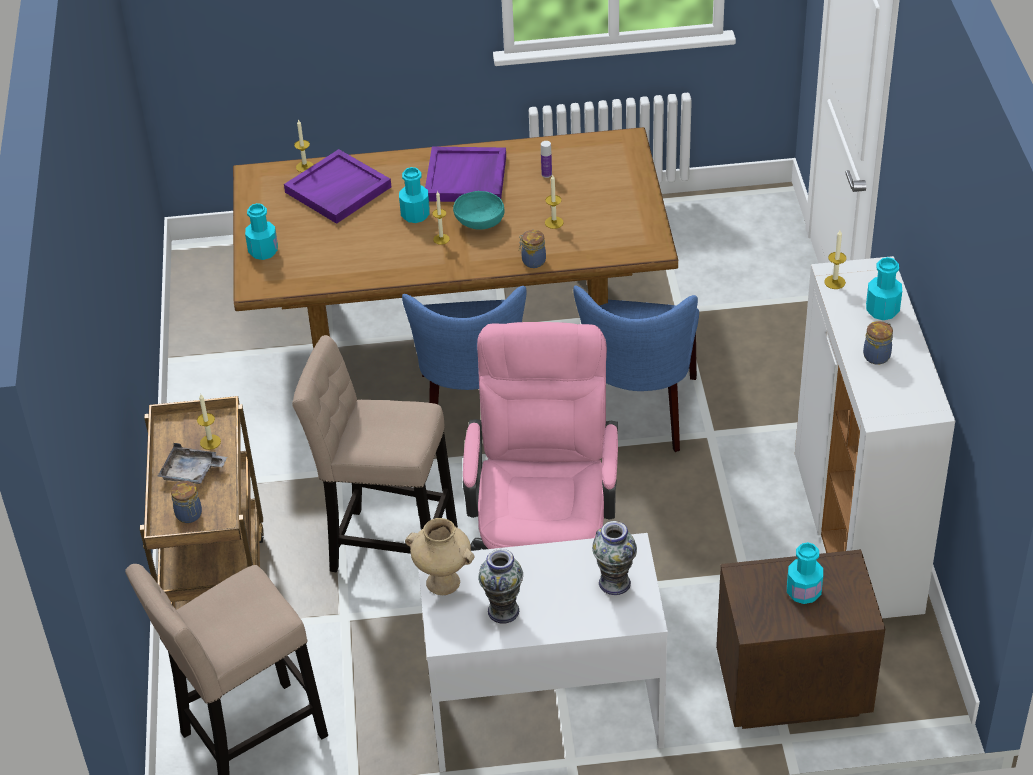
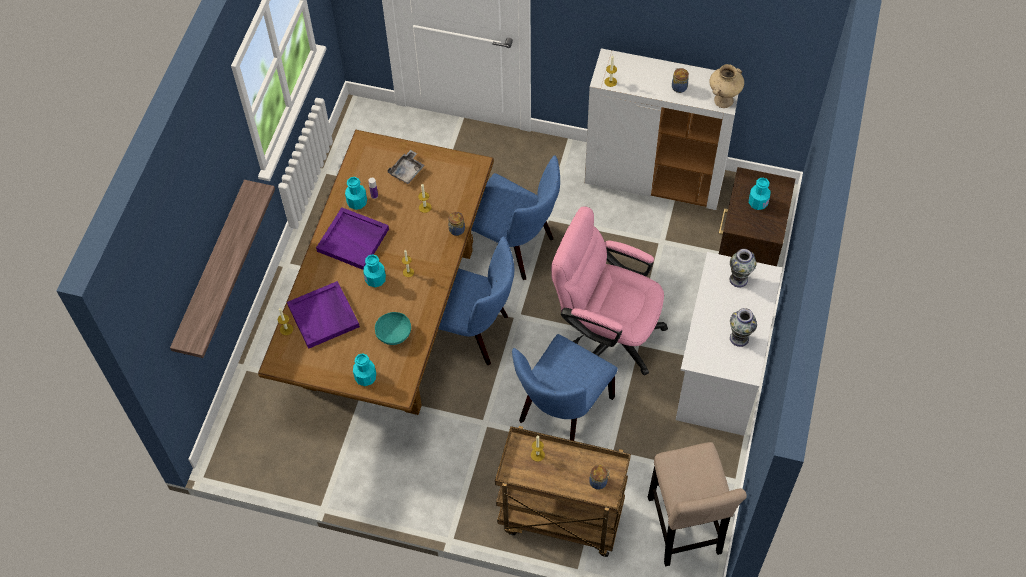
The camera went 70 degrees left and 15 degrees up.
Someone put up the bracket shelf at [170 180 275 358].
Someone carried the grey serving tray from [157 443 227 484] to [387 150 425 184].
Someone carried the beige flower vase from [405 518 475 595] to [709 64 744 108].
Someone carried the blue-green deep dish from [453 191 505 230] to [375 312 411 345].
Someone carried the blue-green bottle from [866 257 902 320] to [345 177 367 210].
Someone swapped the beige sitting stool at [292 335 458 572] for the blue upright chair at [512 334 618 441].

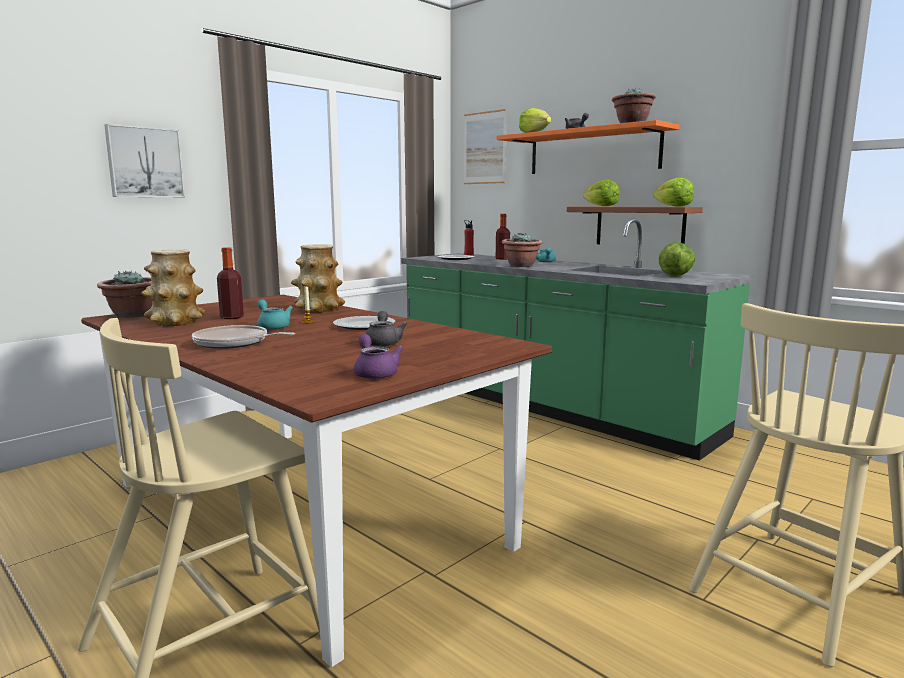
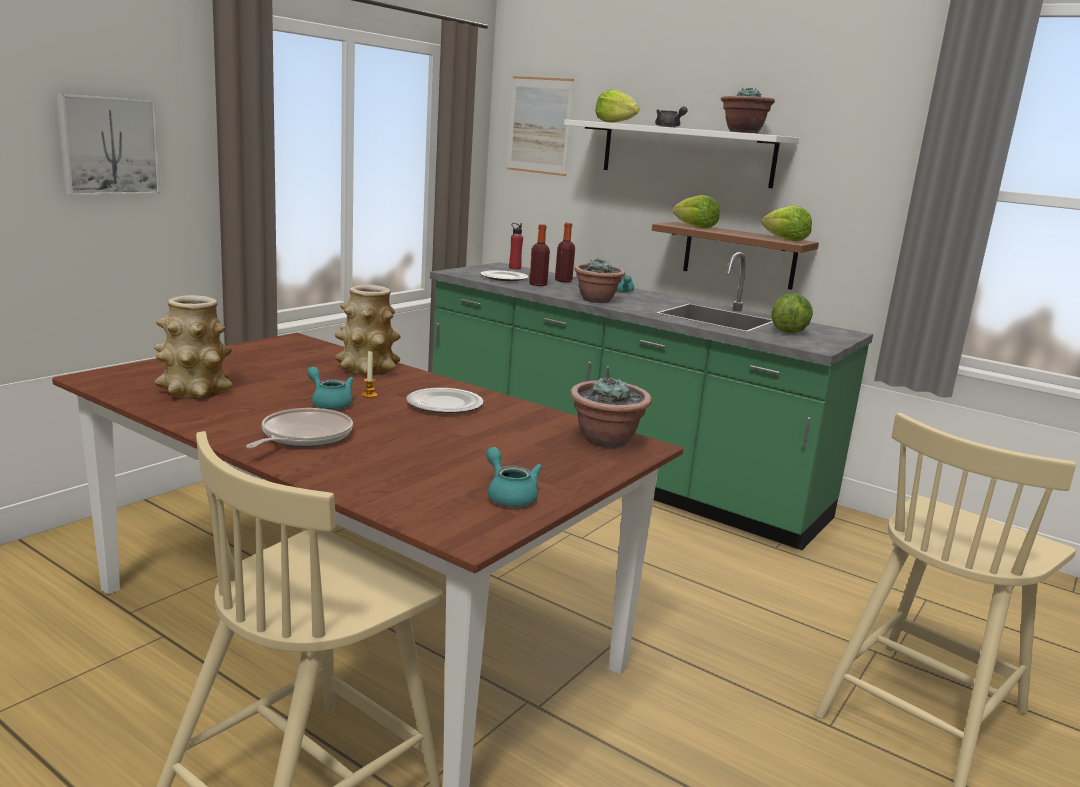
The camera went 10 degrees left and 5 degrees up.
Someone took away the grey teapot at [365 311 407 347].
Someone carried the plant in a pot from [97 270 152 318] to [570 376 652 448].
Someone carried the bottle from [217 247 244 319] to [529 224 550 286].
Someone repainted the purple teapot at [354 334 403 379], which became the blue-green teapot at [486 447 542 507].
Someone repainted the orange-coloured bracket shelf at [497 120 680 174], which became the white-coloured bracket shelf at [564 119 799 188].
Someone rotated the skillet at [192 325 295 349] by 105 degrees clockwise.

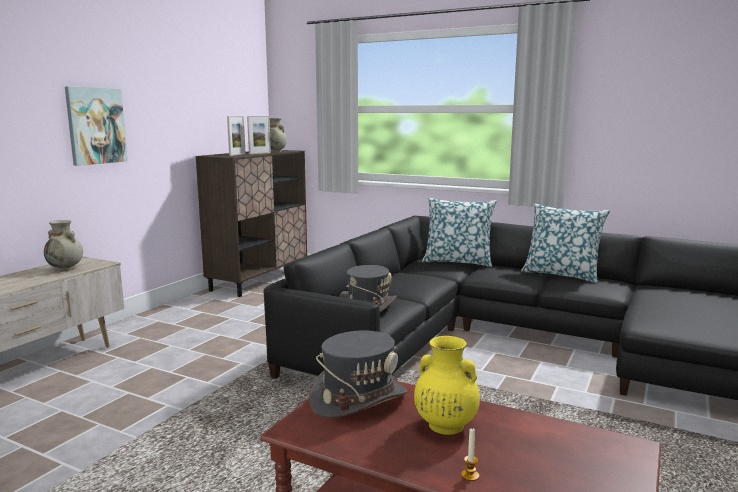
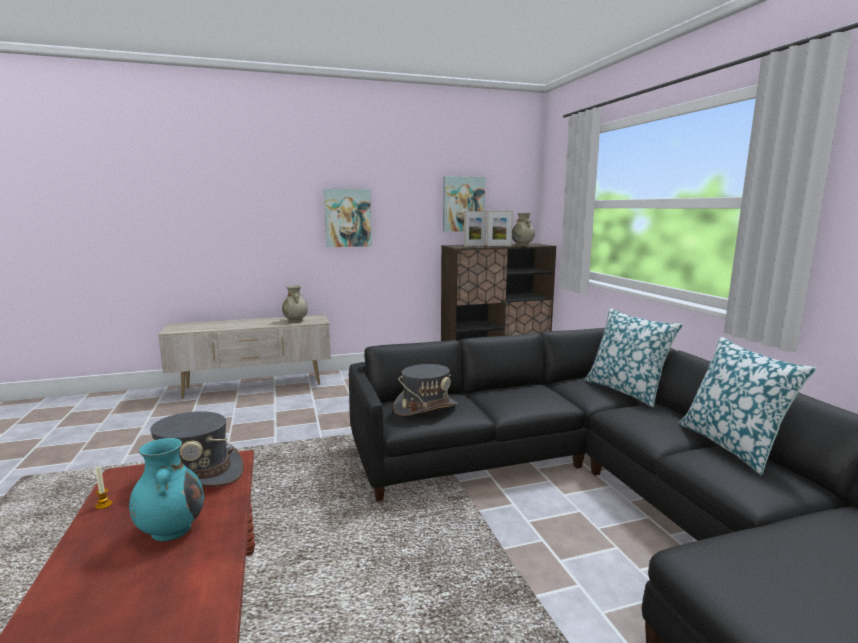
The camera went 45 degrees right and 0 degrees up.
Someone put up the wall picture at [443 176 485 232].
Someone carried the candle from [461 428 479 481] to [95 465 113 509].
Someone repainted the yellow-coloured flower vase at [414 336 480 435], which became the blue-green flower vase at [129 438 204 541].

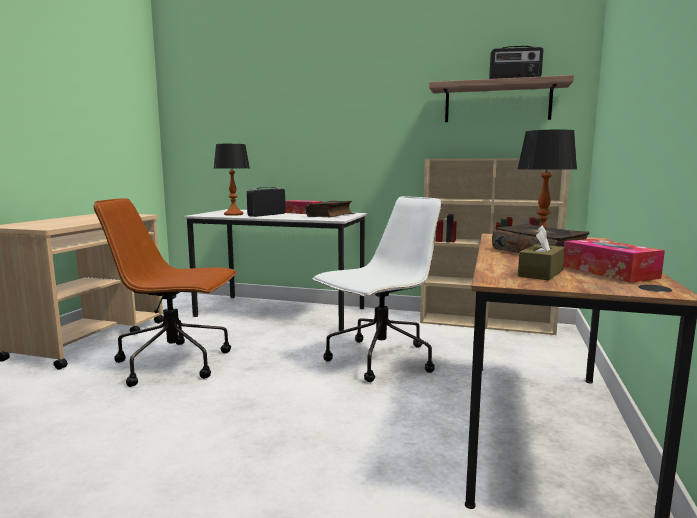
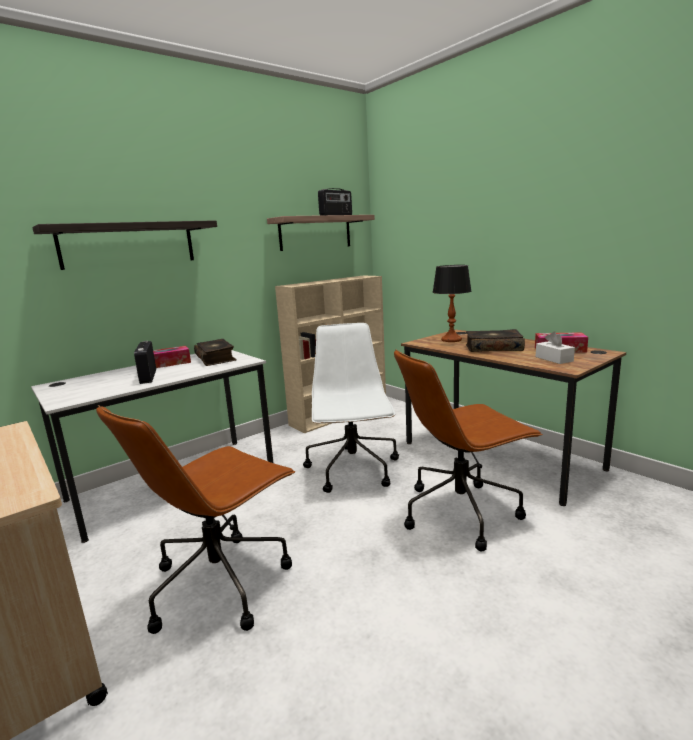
The camera went 55 degrees left and 5 degrees up.
Someone took away the lamp for a table at [214 144 250 216].
Someone put up the bracket shelf at [32 220 217 270].
Someone put down the brownish desk chair at [394 349 543 551].
Someone repainted the brownish tissue holder at [518 225 565 280], which became the white-coloured tissue holder at [536 332 575 364].

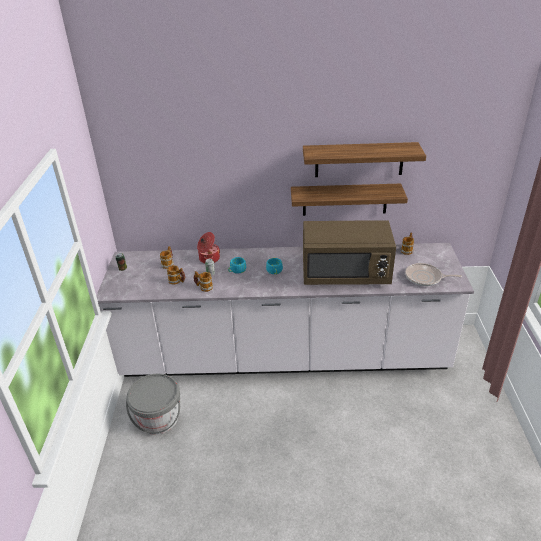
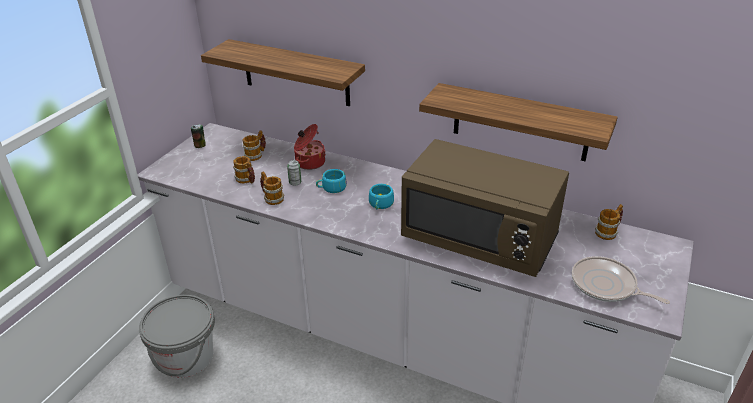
The camera went 25 degrees right and 0 degrees up.
Someone carried the bracket shelf from [303 142 426 177] to [201 39 365 106].

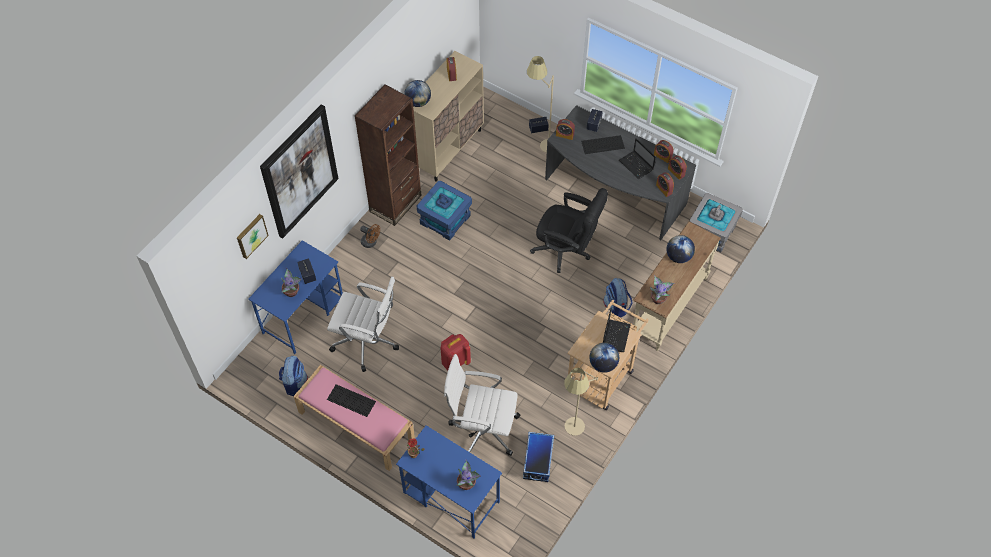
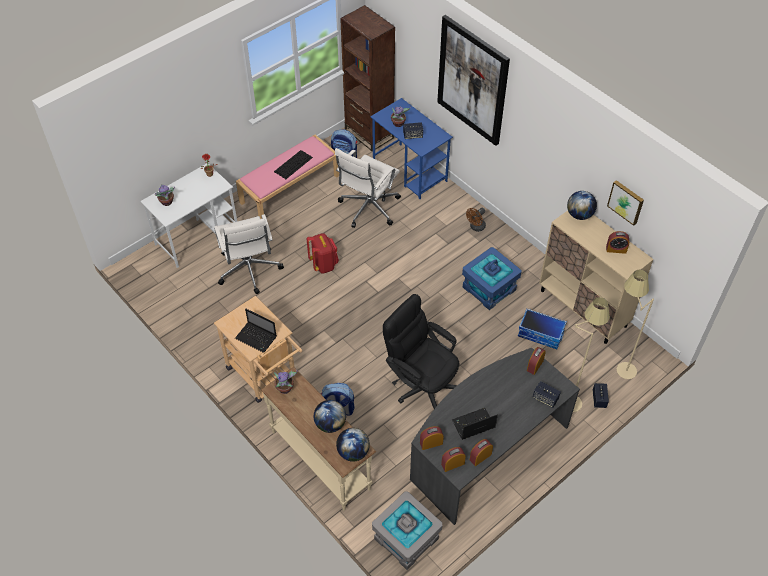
The camera went 105 degrees right and 5 degrees down.
Someone took away the keyboard at [581 135 625 154].
Someone carried the wall picture from [237 214 269 259] to [607 180 644 226].
Someone carried the brownish bookcase from [355 84 421 226] to [340 5 395 151].
Someone carried the storage bin from [523 432 554 482] to [518 308 567 349].
Someone carried the beige standing lamp from [564 368 598 436] to [616 270 654 379].
Someone carried the globe from [589 343 619 373] to [336 428 370 462].
Someone repainted the blue desk at [396 425 502 538], which became the white-coloured desk at [141 163 237 268].
Someone rotated the white-coloured desk chair at [444 354 521 456] by 135 degrees clockwise.
Someone rotated the black desk chair at [530 188 608 273] by 90 degrees clockwise.

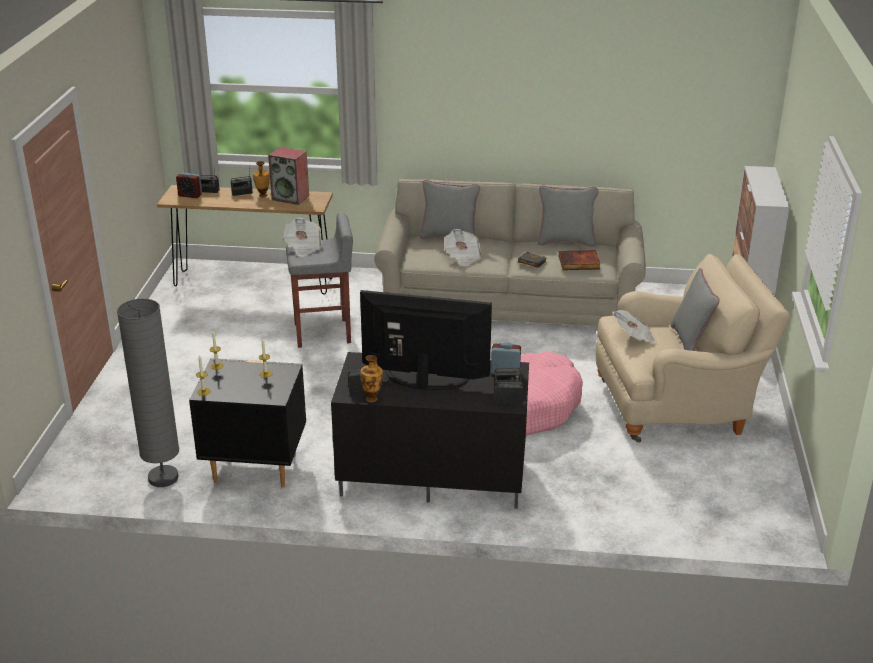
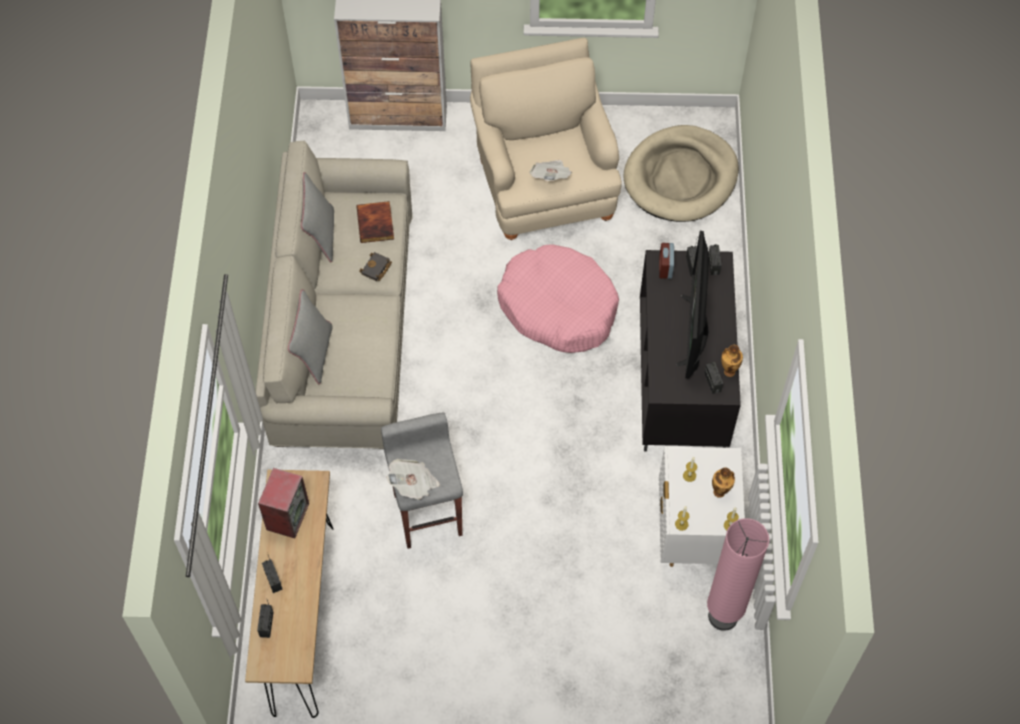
The camera went 95 degrees left and 30 degrees up.
Someone took away the table clock at [176 173 202 198].
Someone took away the printed paper at [445 229 482 267].
Someone took away the grey throw pillow at [671 268 719 351].
Someone put down the beige dog bed at [623 125 739 222].
Someone carried the flower vase from [253 161 270 197] to [712 467 735 498].
Someone repainted the grey standing lamp at [117 299 179 487], which became the pink standing lamp at [707 518 769 631].
Someone repainted the black night table at [189 358 306 488], which became the white-coloured night table at [659 447 745 567].

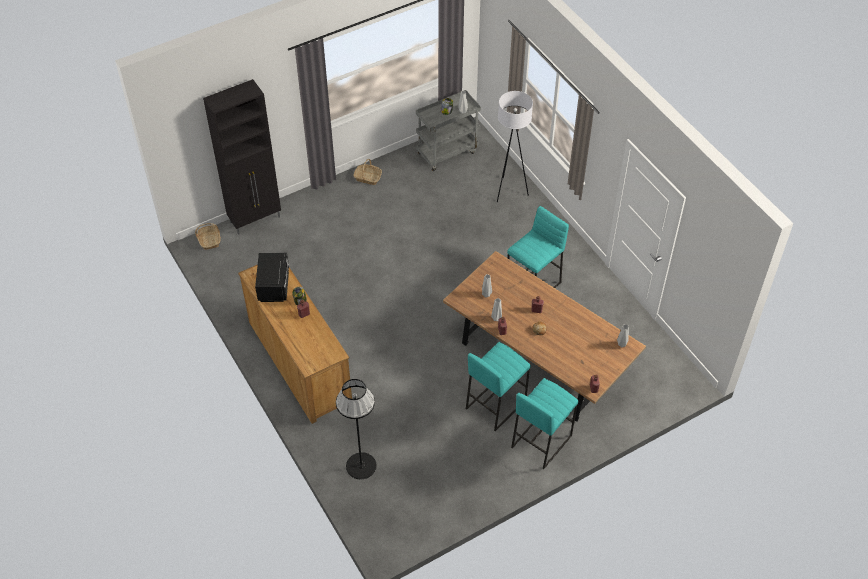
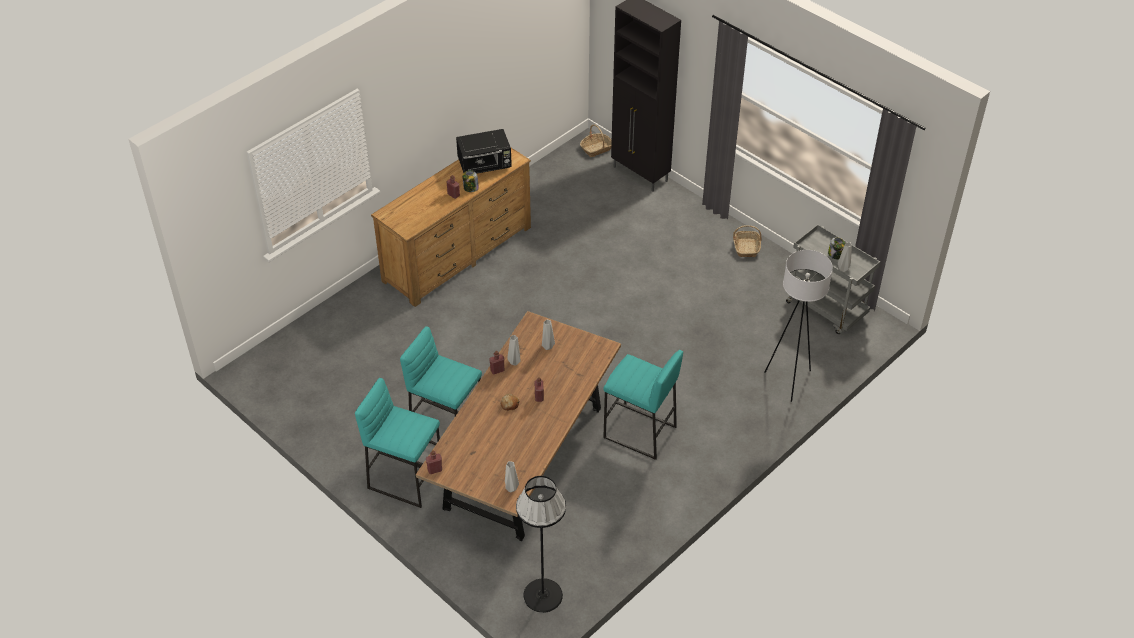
The camera went 75 degrees right and 5 degrees down.
Someone carried the black standing lamp from [336 379 377 480] to [516 476 566 613].

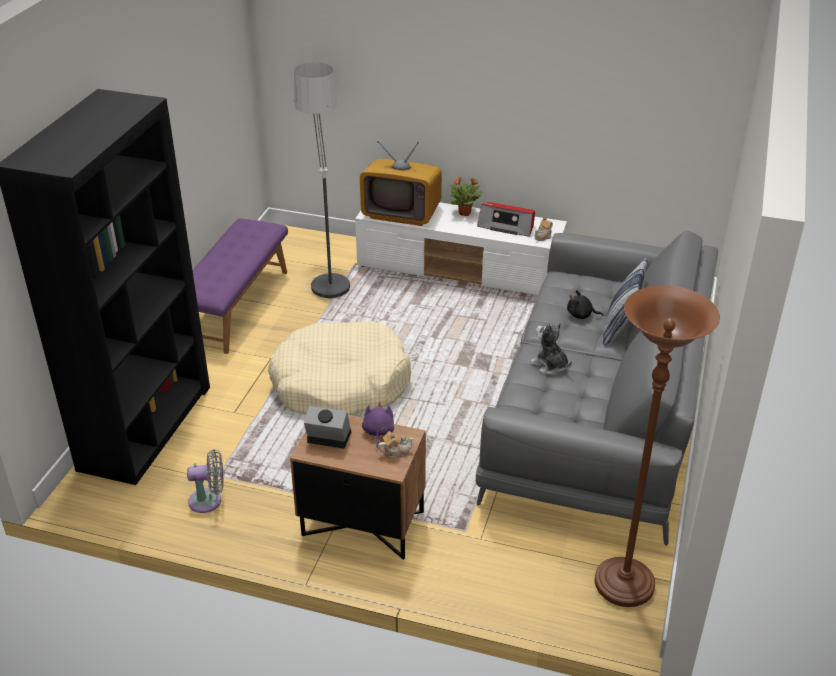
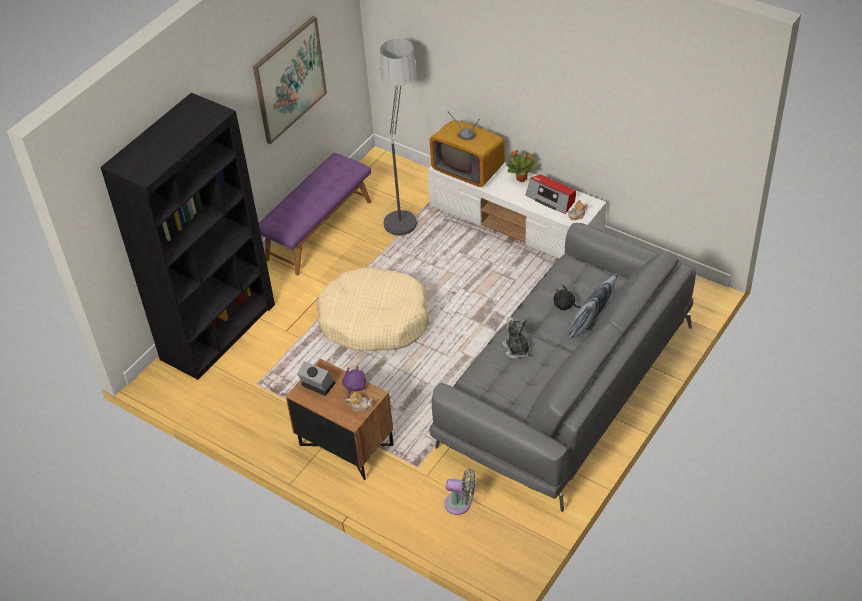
The camera went 20 degrees right and 10 degrees up.
Someone took away the brownish standing lamp at [595 285 720 607].
Someone put up the wall picture at [253 16 327 144].
Someone carried the grey cooling fan from [187 449 224 513] to [444 469 475 515].

